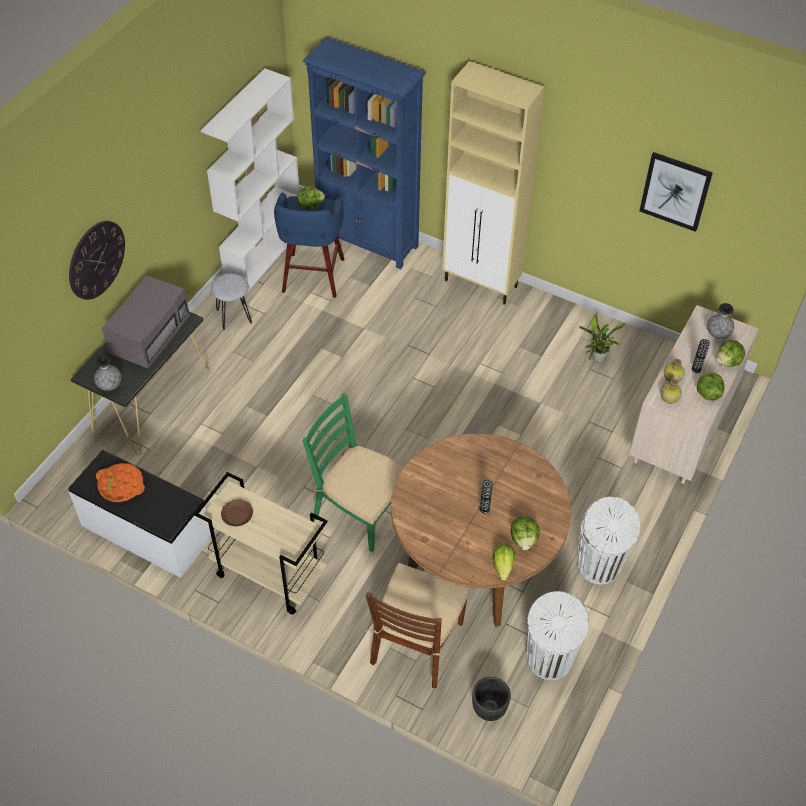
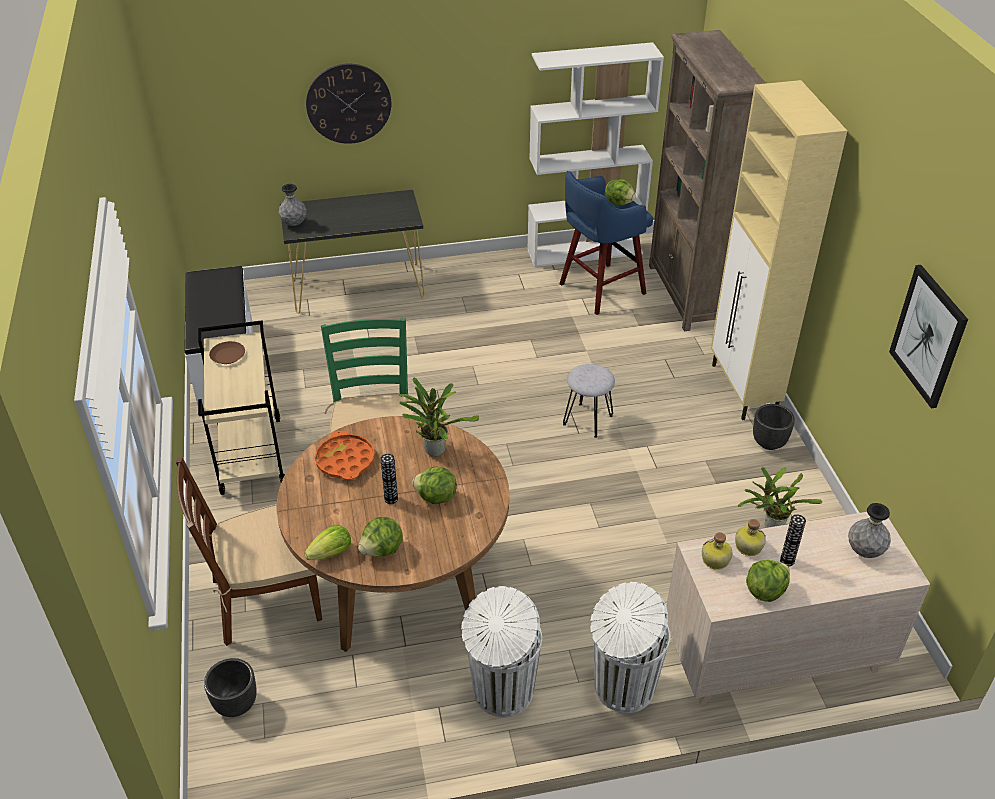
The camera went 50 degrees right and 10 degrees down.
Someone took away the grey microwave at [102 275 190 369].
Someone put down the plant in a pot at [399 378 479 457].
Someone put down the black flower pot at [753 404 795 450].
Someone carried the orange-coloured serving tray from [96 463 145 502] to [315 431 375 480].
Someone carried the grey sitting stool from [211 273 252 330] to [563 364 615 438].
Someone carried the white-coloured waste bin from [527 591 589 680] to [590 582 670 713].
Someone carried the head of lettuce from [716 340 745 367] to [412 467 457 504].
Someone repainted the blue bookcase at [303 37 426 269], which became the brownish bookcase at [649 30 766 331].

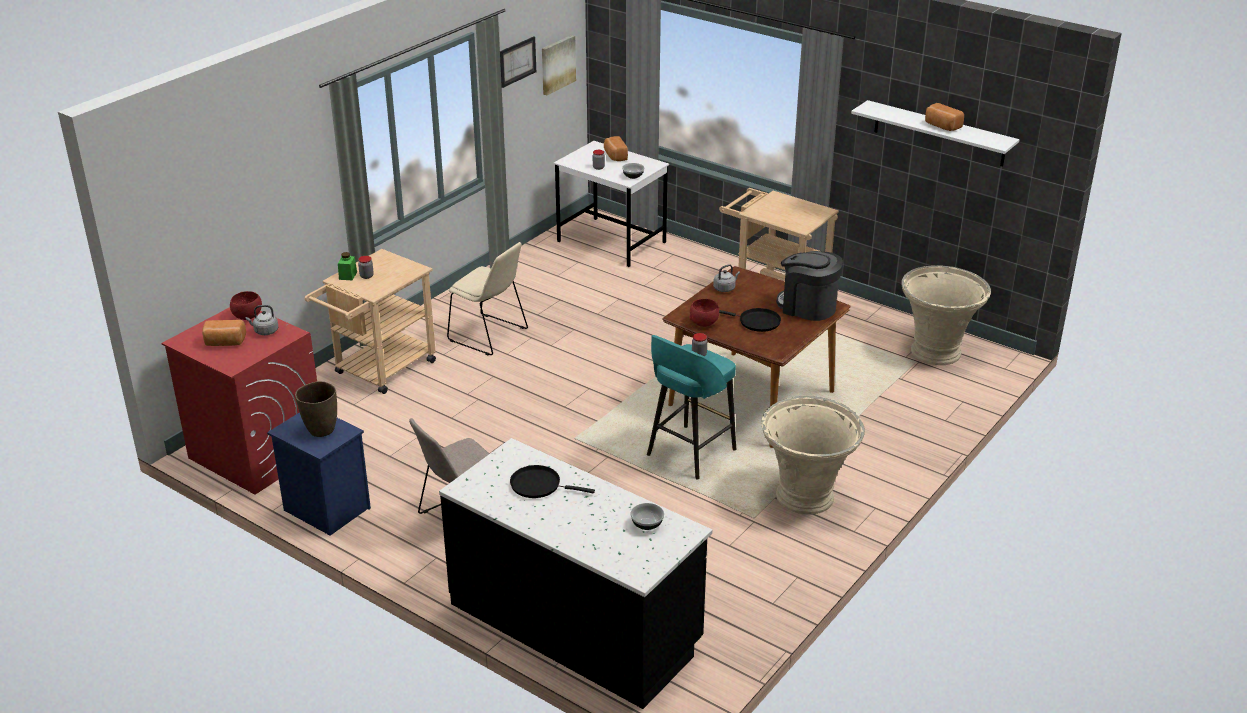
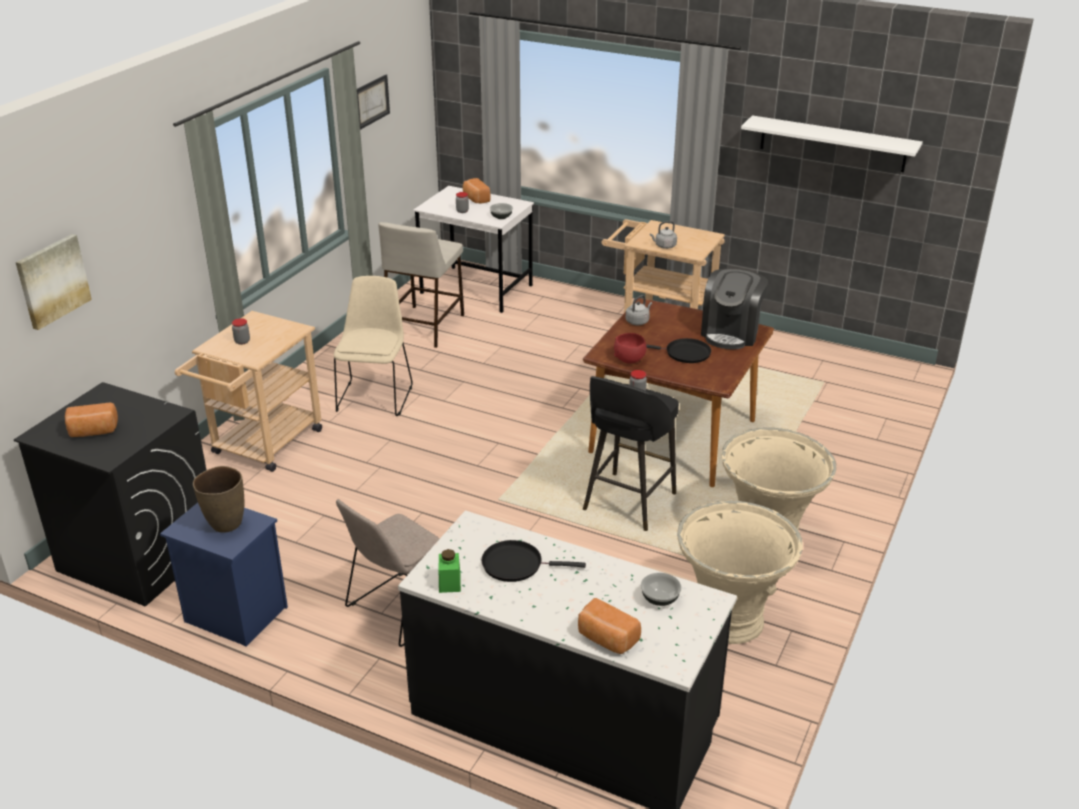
The camera went 10 degrees left and 0 degrees up.
Someone took away the red deep dish at [230 291 262 320].
Someone put down the beige sitting stool at [378 222 464 348].
Someone carried the grey kettle from [246 305 278 335] to [650 221 677 249].
Someone carried the greenish jar from [338 252 357 281] to [439 549 461 593].
Someone carried the wall picture from [542 35 576 95] to [16 234 92 330].
Someone carried the beige flower pot from [901 265 991 365] to [677 501 803 644].
Someone carried the baked bread from [925 103 964 131] to [578 598 641 654].
Someone repainted the red washing machine at [161 307 317 495], which became the black washing machine at [14 382 206 607].
Someone repainted the blue-green sitting stool at [647 335 736 480], which became the black sitting stool at [583 376 679 531].
Someone rotated the beige upright chair at [447 242 528 355] by 105 degrees counterclockwise.
Someone rotated the coffee maker at [776 251 843 321] by 90 degrees counterclockwise.

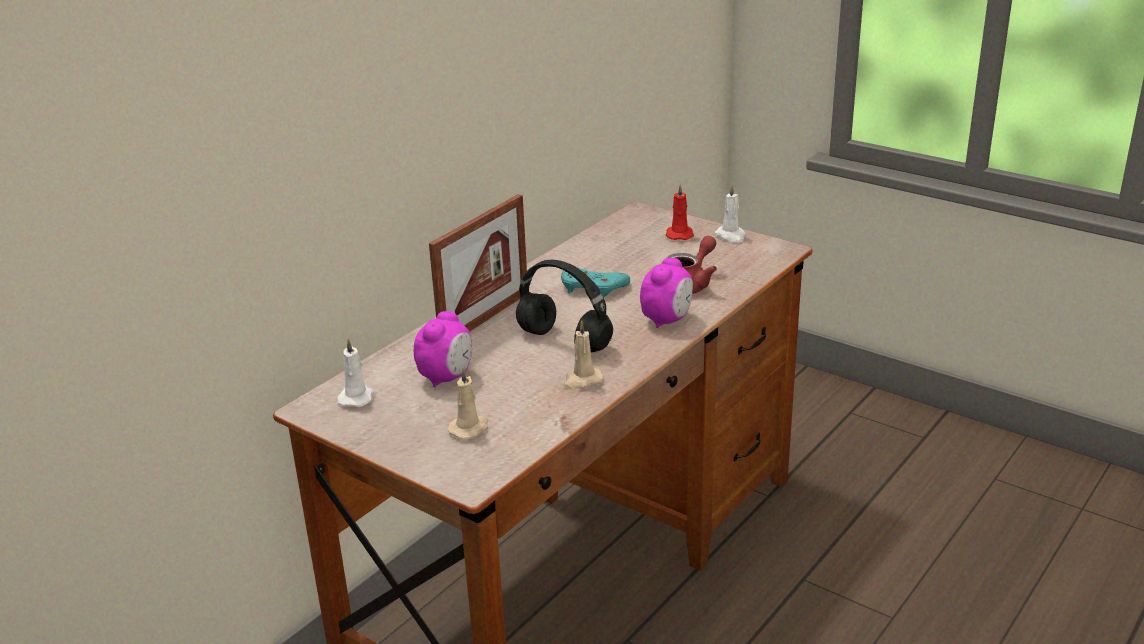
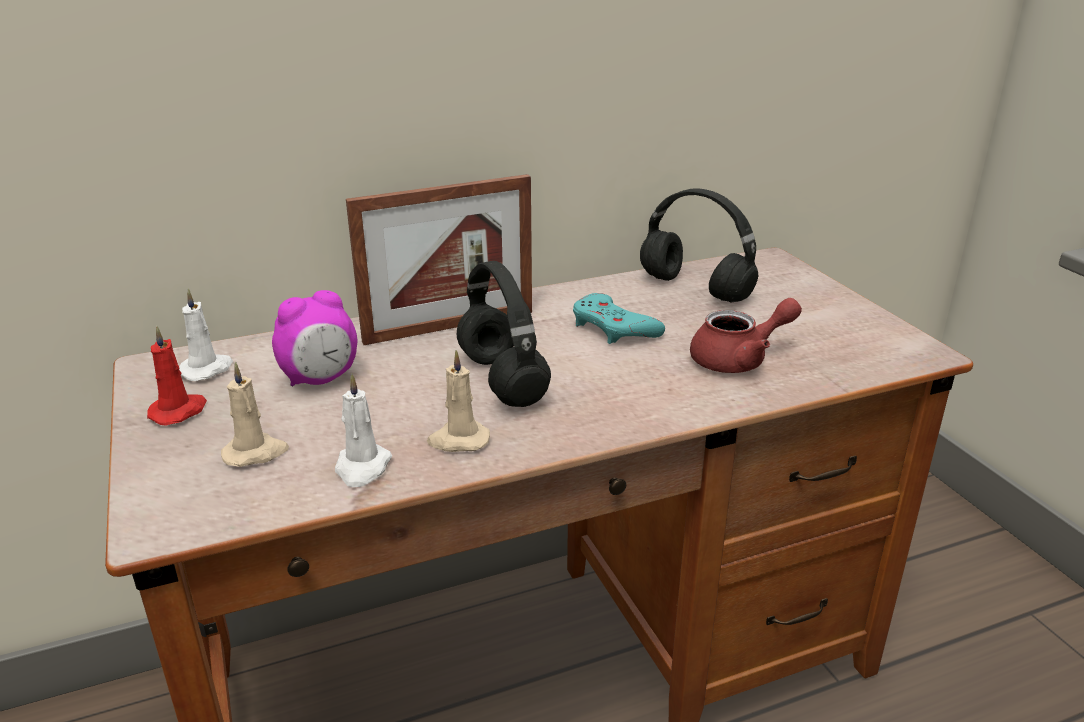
The camera went 30 degrees right and 0 degrees up.
Someone took away the table clock at [640 258 693 328].
Someone put down the black headset at [640 189 758 303].
Someone carried the red candle from [666 184 694 240] to [147 326 207 426].
Someone carried the white-coloured candle from [715 184 745 243] to [335 374 392 487].

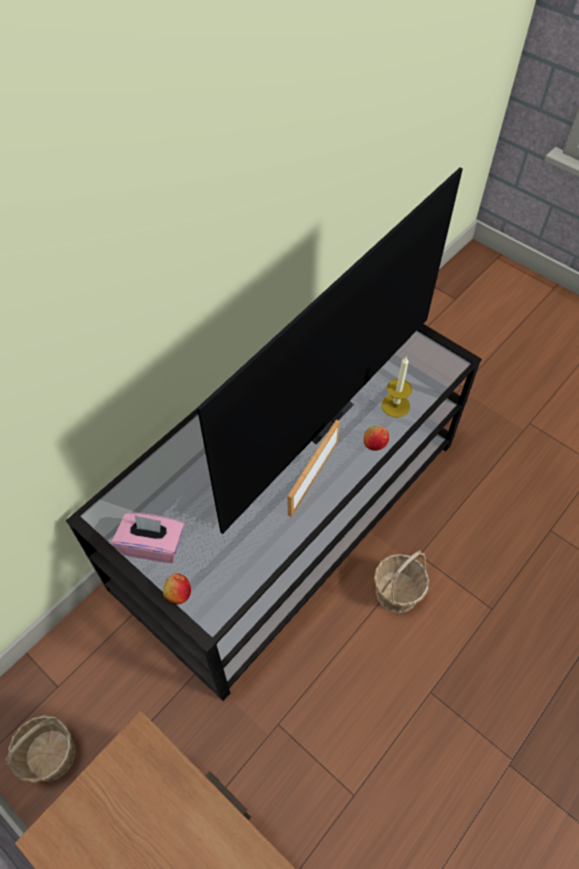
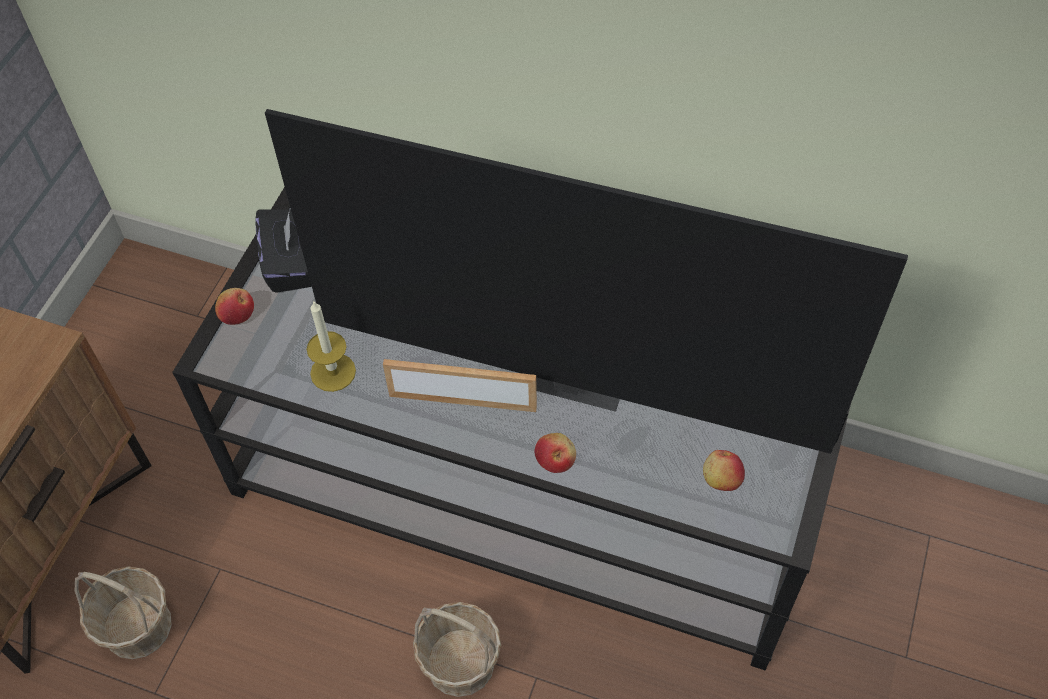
The camera went 70 degrees right and 0 degrees up.
Someone put down the apple at [703 450 745 491].
Someone carried the storage basket from [5 715 75 783] to [75 566 172 659].
Someone carried the candle from [382 356 412 418] to [307 300 356 392].
Someone repainted the pink tissue holder at [112 513 185 563], which became the black tissue holder at [255 209 312 293].

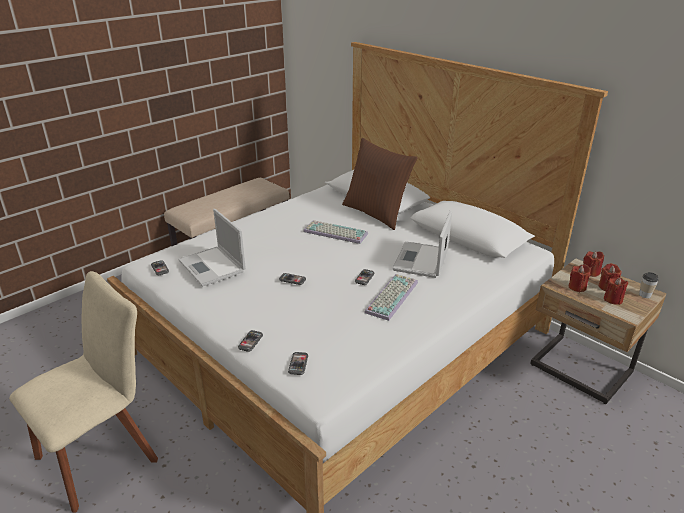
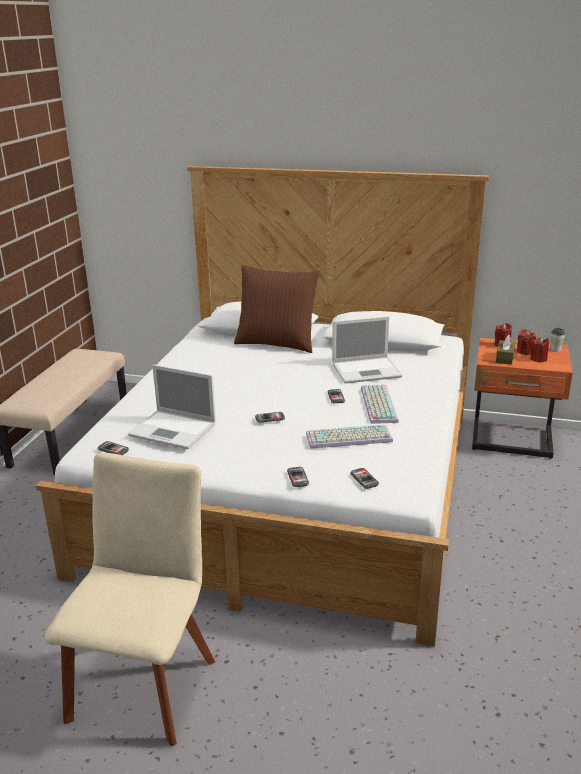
The camera went 30 degrees left and 5 degrees down.
Someone carried the keyboard from [303 220 368 244] to [306 424 393 449].
Someone swapped the red candle at [569 264 591 292] for the brownish tissue holder at [496 335 515 365].
Someone repainted the beige night table at [530 258 667 404], which became the orange-coloured night table at [472 338 573 459].
Someone rotated the laptop at [392 211 452 278] by 90 degrees counterclockwise.

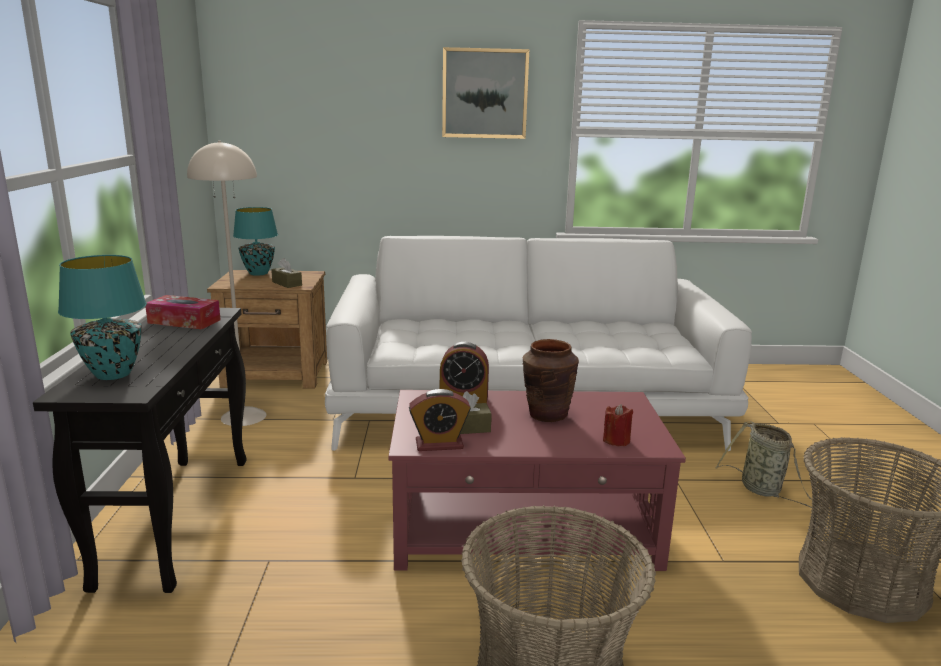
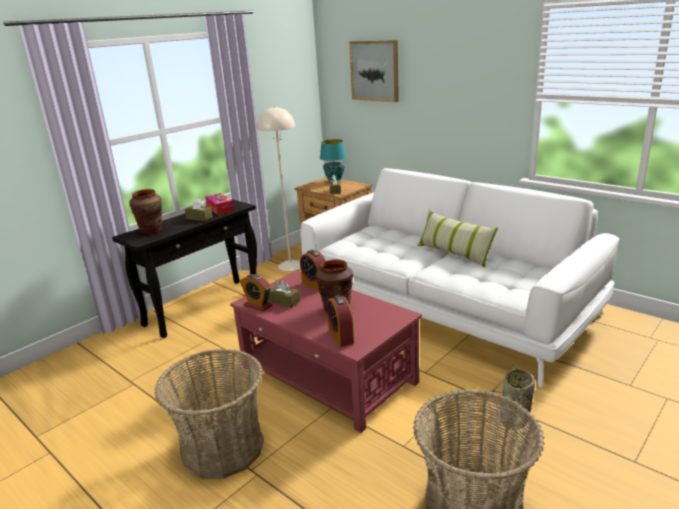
The camera went 45 degrees right and 5 degrees up.
Someone put down the brownish tissue holder at [185 199 213 221].
Someone put down the throw pillow at [417 210 498 267].
Someone carried the wall picture from [442 47 530 139] to [349 40 399 102].
Someone swapped the blue-green lamp for a table at [58 255 147 380] for the brownish flower vase at [129 189 162 234].
Someone swapped the red candle at [603 404 633 446] for the table clock at [327 295 354 347].

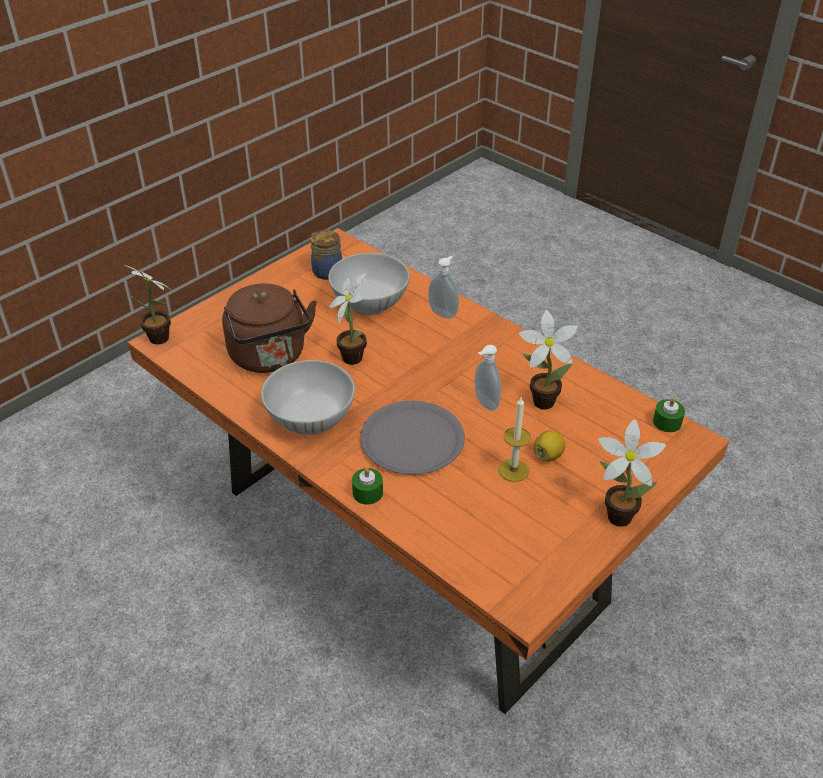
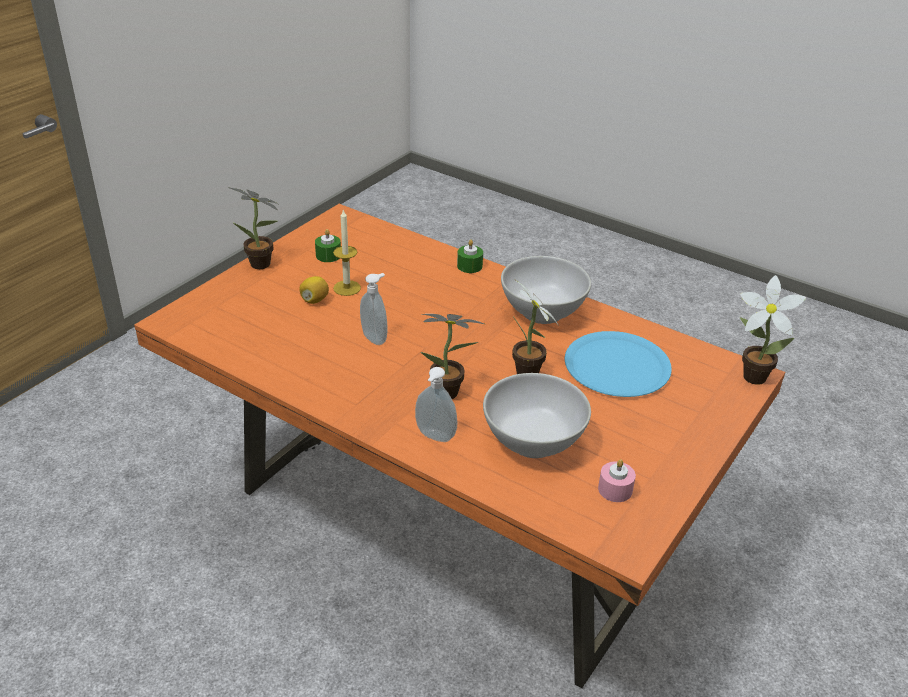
The camera went 170 degrees right and 5 degrees down.
Someone took away the grey dinner plate at [360 401 465 475].
Someone carried the plant in a pot from [519 310 578 410] to [421 314 484 399].
Someone carried the greenish candle from [653 397 685 433] to [315 229 341 262].
Someone swapped the brownish kettle at [222 283 317 373] for the blue dinner plate at [565 331 672 397].
Someone swapped the jar at [311 230 342 280] for the pink candle at [598 459 636 502].

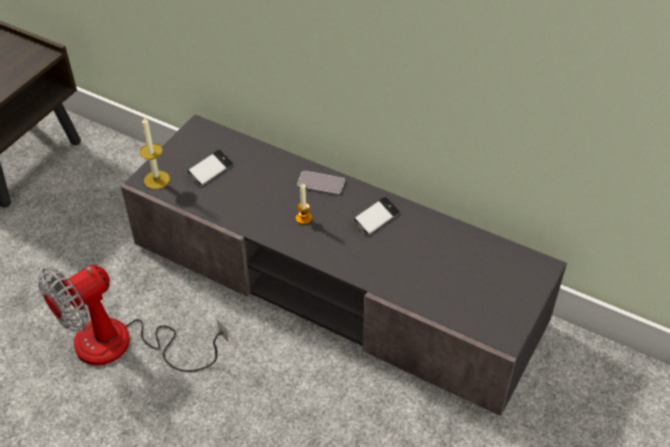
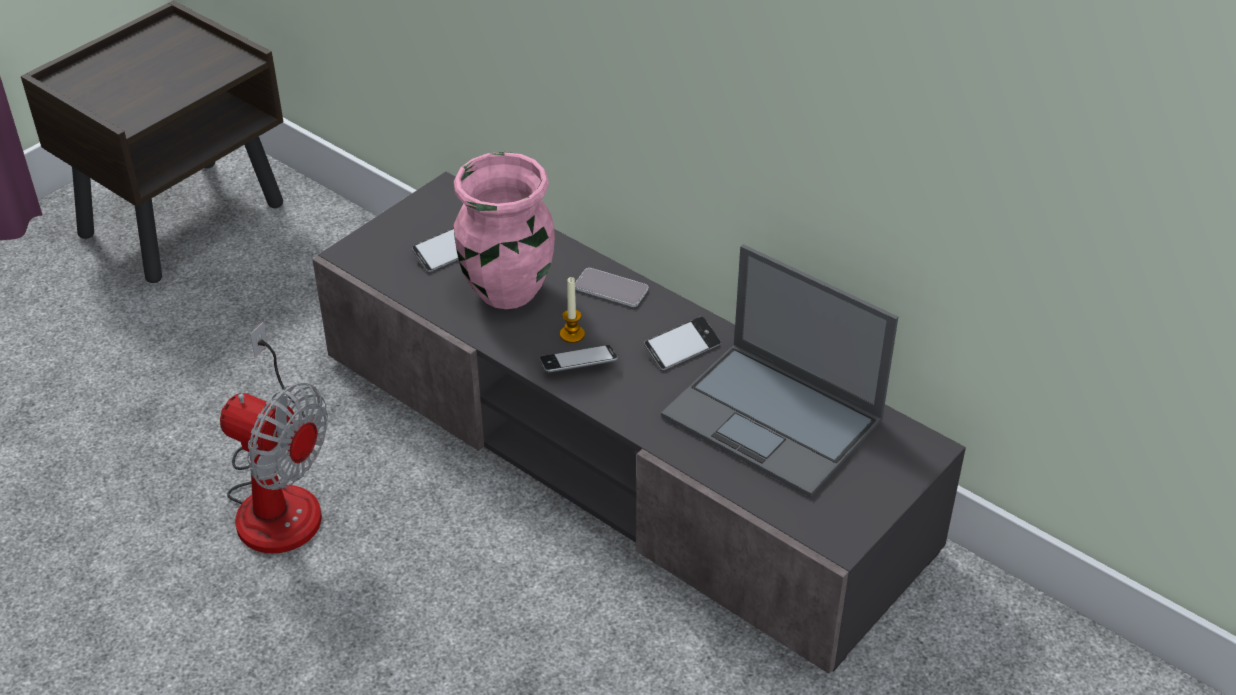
The camera went 10 degrees right and 5 degrees down.
Someone took away the candle at [140 117 170 189].
Someone put down the pink flower vase at [454 152 555 309].
Someone put down the phone at [540 345 618 373].
Someone put down the laptop at [661 244 898 497].
Someone rotated the cooling fan at [38 265 228 372] by 120 degrees counterclockwise.

